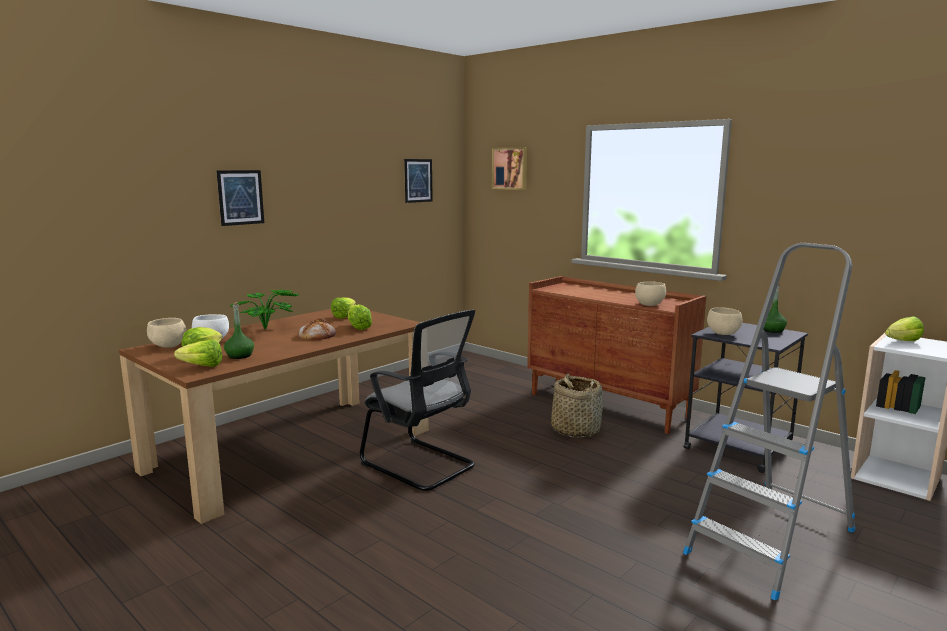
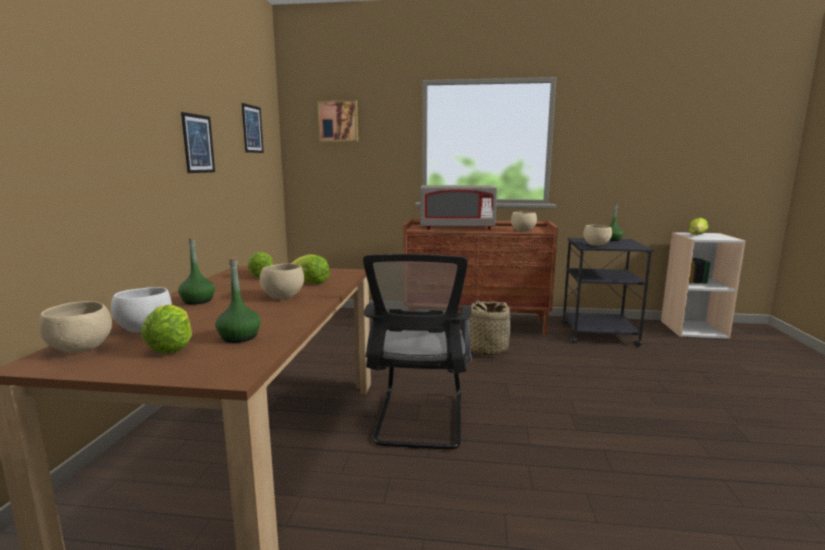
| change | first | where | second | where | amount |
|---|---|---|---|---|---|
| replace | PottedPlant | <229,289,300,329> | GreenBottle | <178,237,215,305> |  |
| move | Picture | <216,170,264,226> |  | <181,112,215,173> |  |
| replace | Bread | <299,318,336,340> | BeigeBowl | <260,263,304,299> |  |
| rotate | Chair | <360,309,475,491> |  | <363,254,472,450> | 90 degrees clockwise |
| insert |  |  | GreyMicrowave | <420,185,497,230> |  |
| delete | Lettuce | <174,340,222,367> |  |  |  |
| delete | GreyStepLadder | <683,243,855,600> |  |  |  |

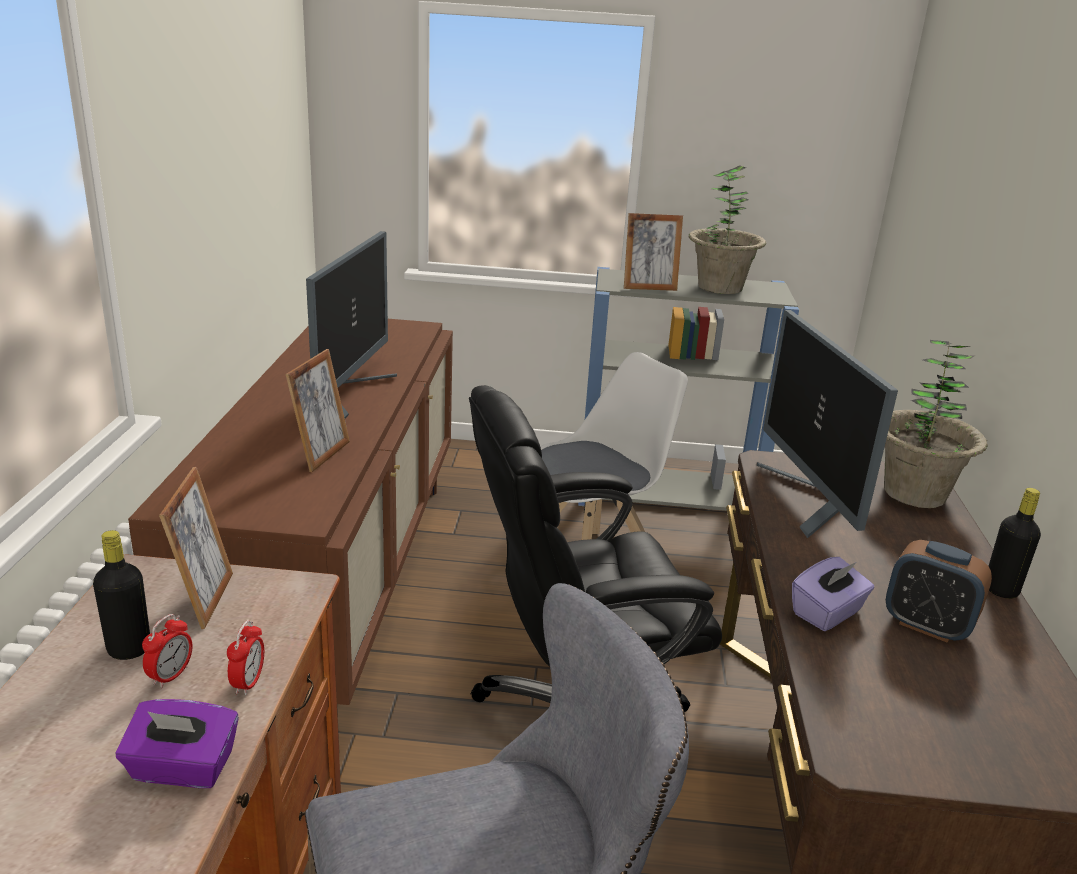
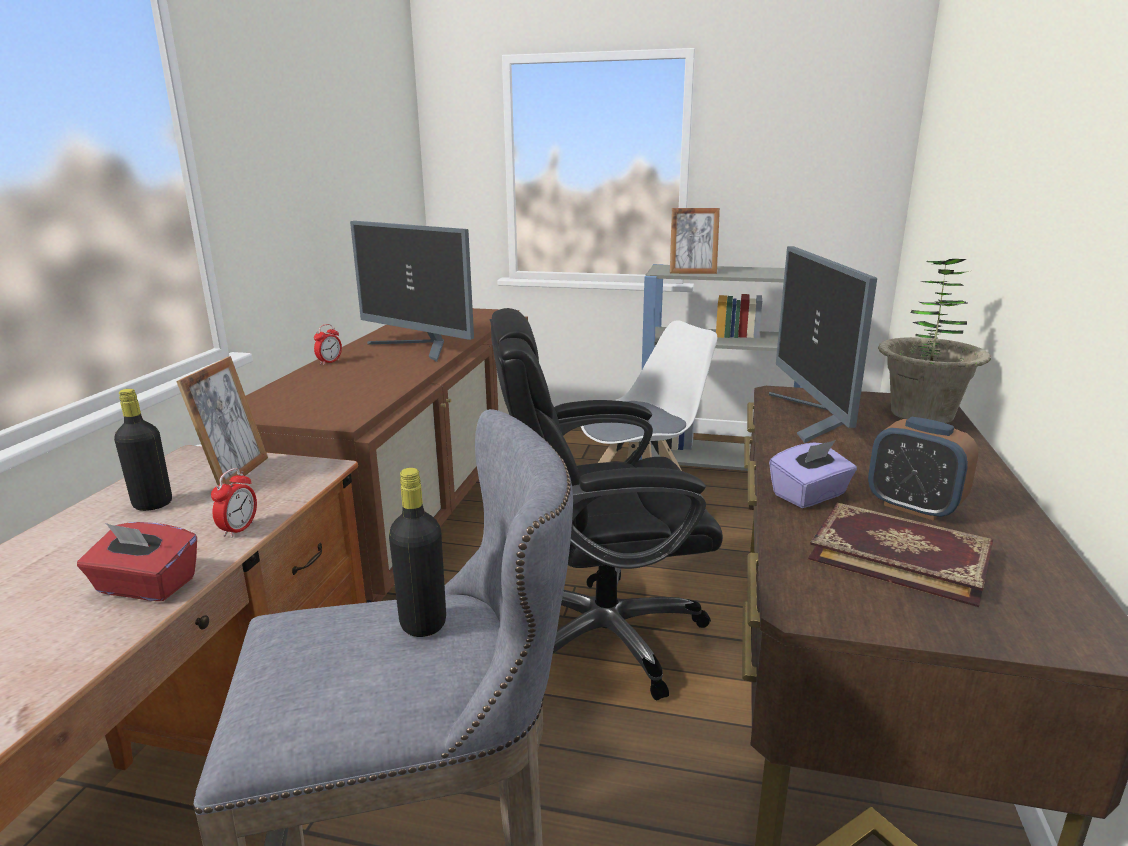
| change | first | where | second | where | amount |
|---|---|---|---|---|---|
| recolor | PurpleTissueBox | <116,699,239,788> | RedTissueBox | <77,522,197,601> |  |
| move | AlarmClock | <142,614,192,688> |  | <314,324,342,365> |  |
| rotate | Monitor | <306,231,397,419> |  | <350,221,474,362> | 105 degrees clockwise |
| move | BlackBottle | <989,488,1041,599> |  | <389,468,446,637> |  |
| insert |  |  | Book | <808,502,993,607> |  |
| delete | PictureFrame | <285,349,350,472> |  |  |  |
| delete | PottedPlant | <689,165,766,294> |  |  |  |

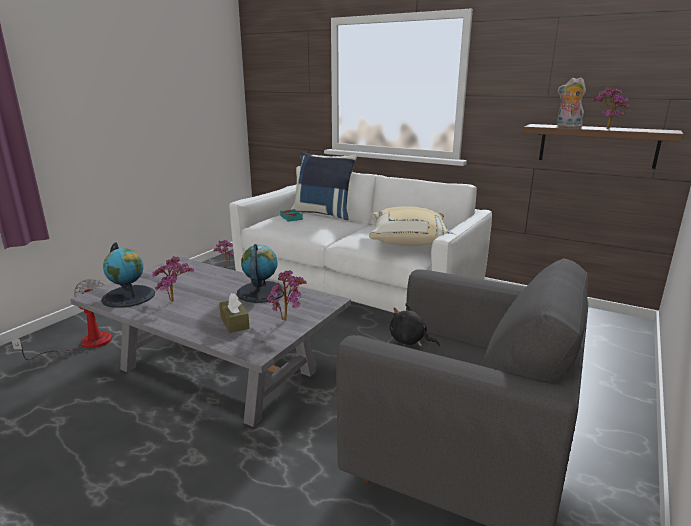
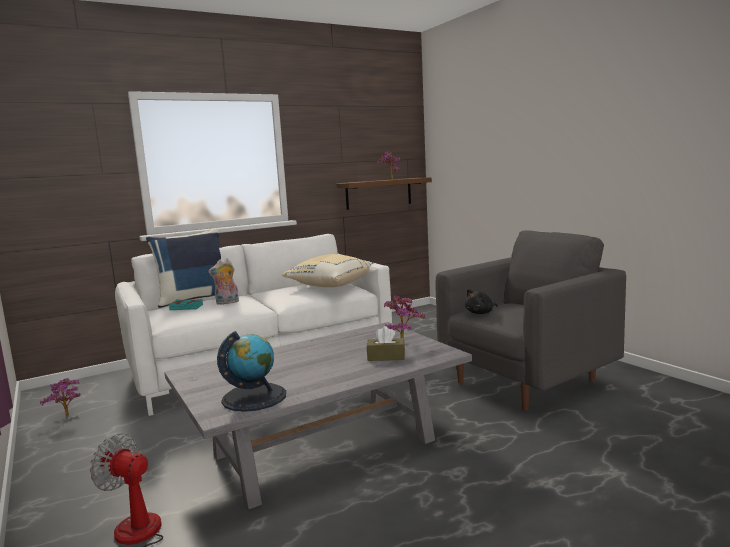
| change | first | where | second | where | amount |
|---|---|---|---|---|---|
| move | PlushToy | <557,77,586,127> |  | <208,258,239,305> |  |
| delete | PottedPlant | <152,256,194,302> |  |  |  |
| delete | Globe | <236,244,284,303> |  |  |  |

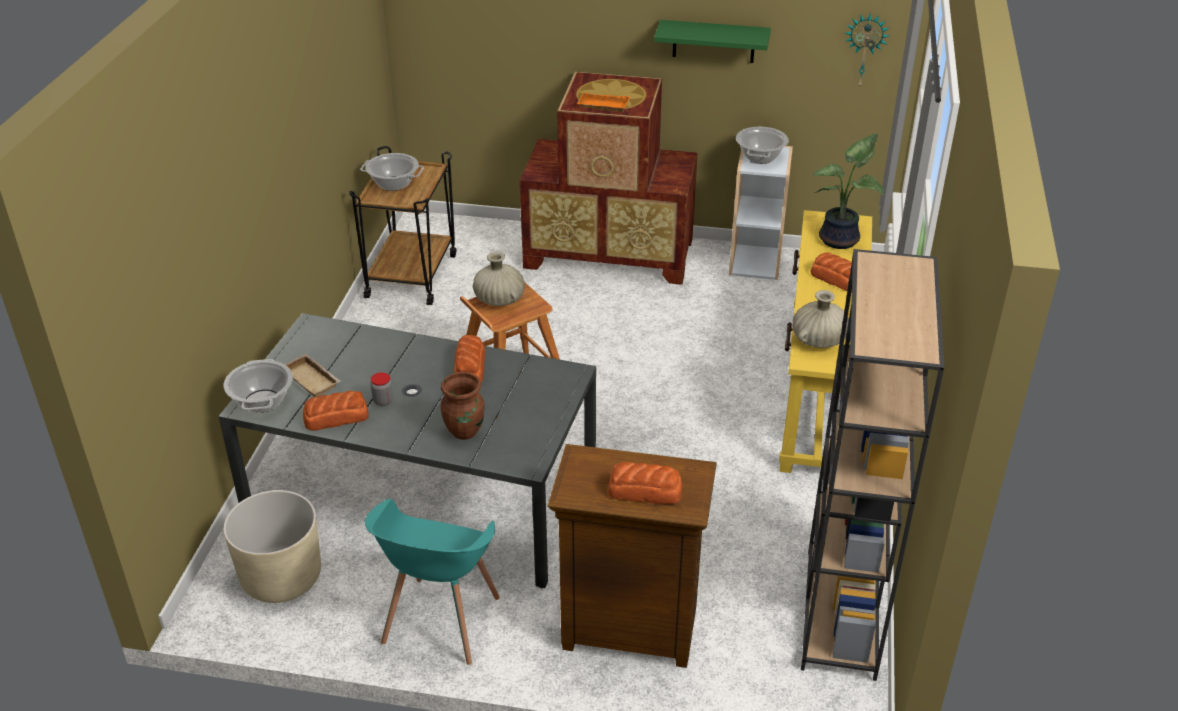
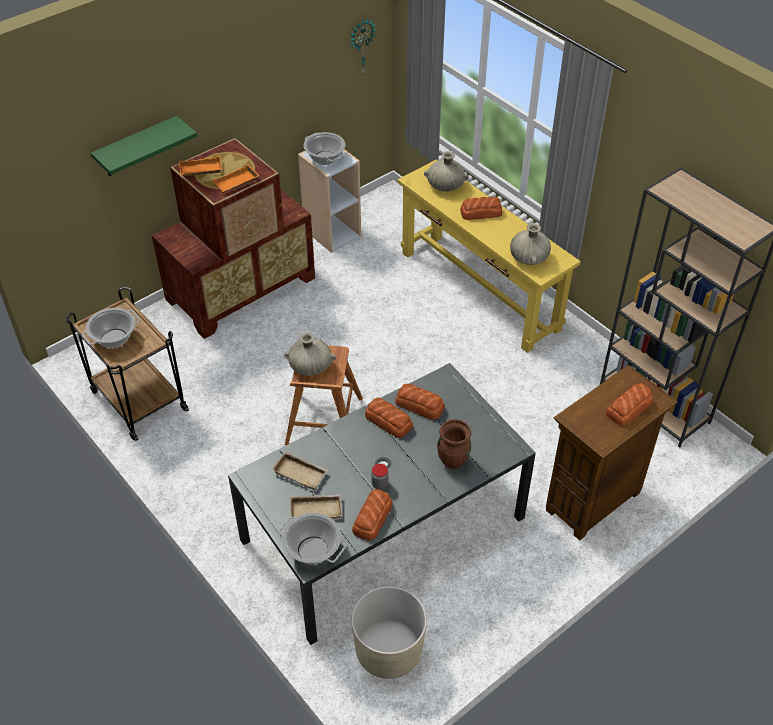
| change | first | where | second | where | amount |
|---|---|---|---|---|---|
| move | GreenShelf | <654,20,771,63> |  | <91,116,197,176> |  |
| insert |  |  | OrangeTray | <179,156,222,176> |  |
| insert |  |  | BeigeTray | <272,452,328,490> |  |
| insert |  |  | Bread | <395,384,445,420> |  |
| replace | PottedPlant | <813,134,884,249> | BeigeVase | <424,151,469,192> |  |
| delete | TurquoiseChair | <365,499,500,665> |  |  |  |

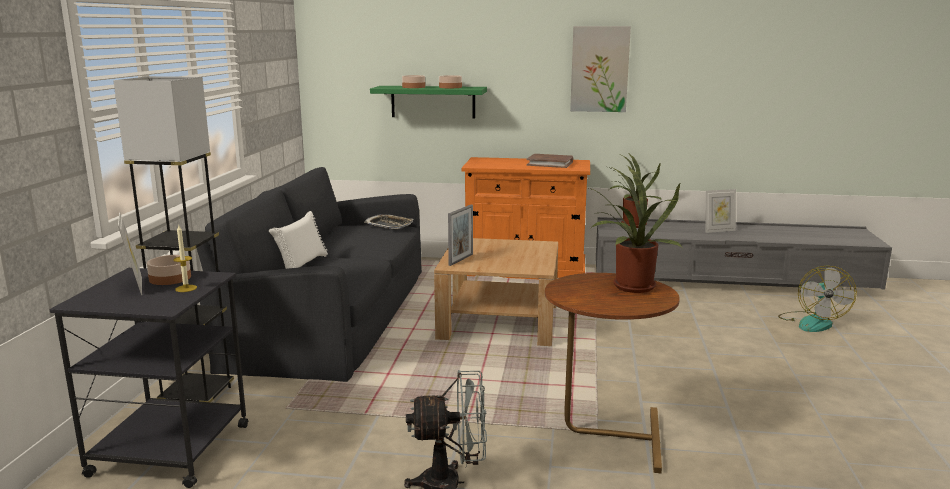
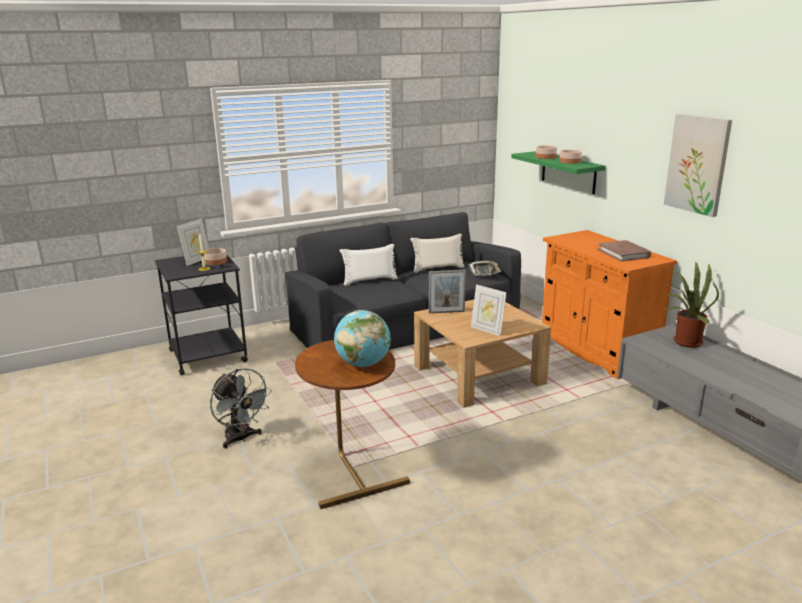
| change | first | where | second | where | amount |
|---|---|---|---|---|---|
| replace | PottedPlant | <589,166,682,293> | Globe | <334,310,391,367> |  |
| insert |  |  | WhitePillow | <410,234,464,273> |  |
| move | PictureFrame | <706,189,736,233> |  | <471,284,507,336> |  |
| delete | GreyFloorLamp | <113,76,234,402> |  |  |  |
| delete | Fan | <778,266,857,332> |  |  |  |

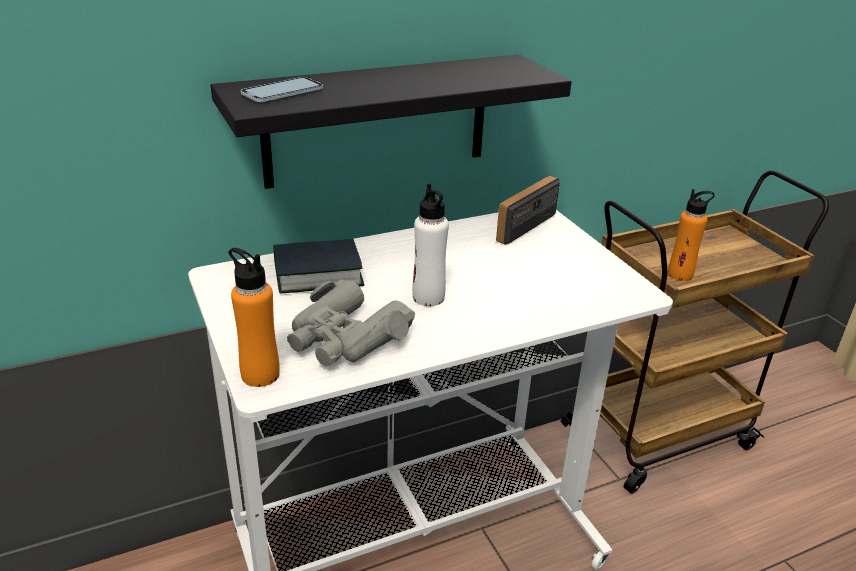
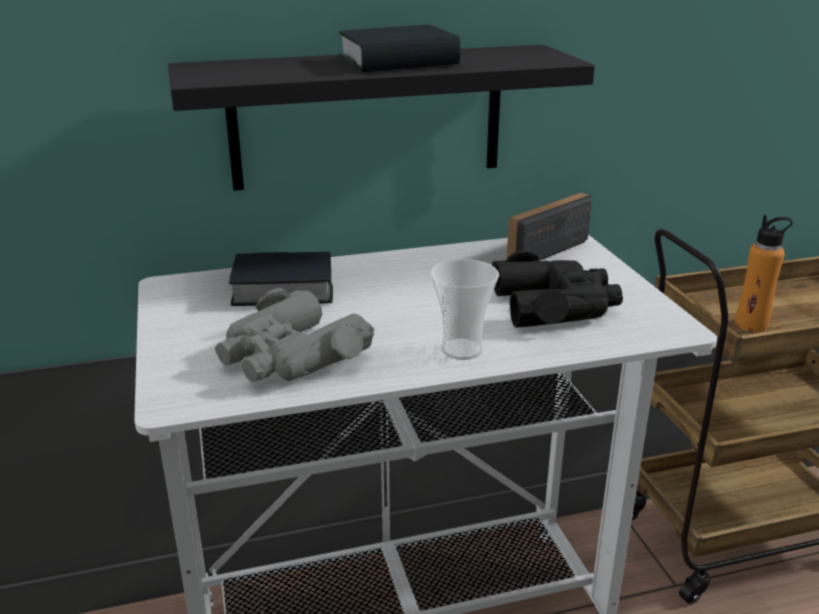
| change | first | where | second | where | amount |
|---|---|---|---|---|---|
| insert |  |  | Book | <338,25,461,72> |  |
| insert |  |  | Cup | <430,259,499,360> |  |
| insert |  |  | BlackBinoculars | <492,250,623,328> |  |
| delete | OrangeBottle | <228,248,280,387> |  |  |  |
| delete | Phone | <241,77,323,102> |  |  |  |
| delete | WhiteBottle | <412,184,449,306> |  |  |  |

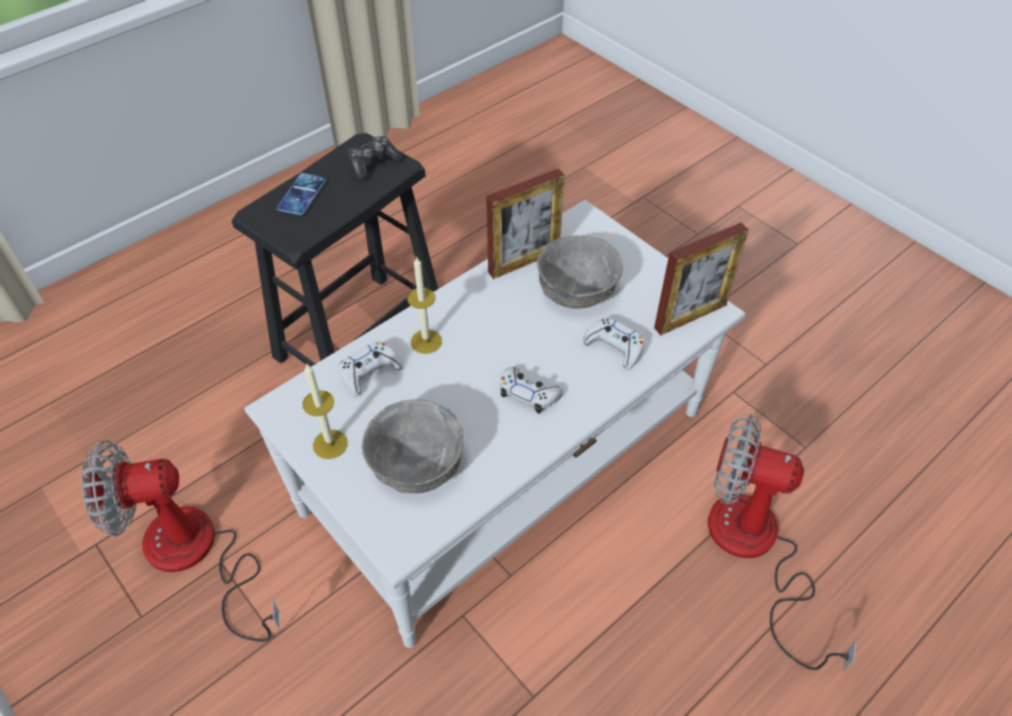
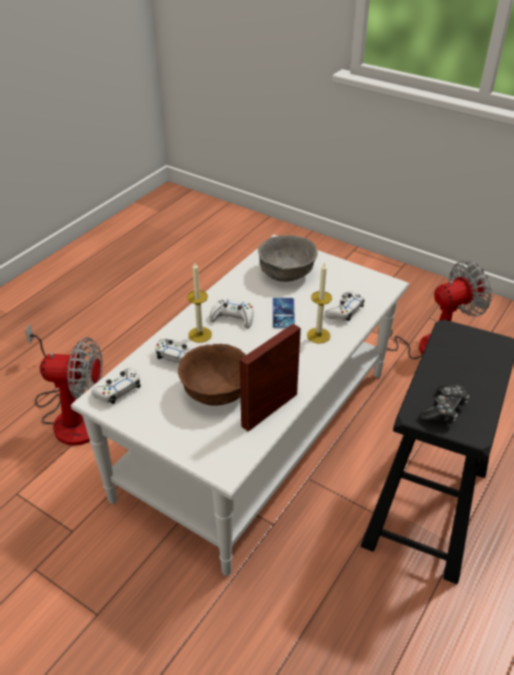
| change | first | where | second | where | amount |
|---|---|---|---|---|---|
| replace | PictureFrame | <654,223,749,335> | WhiteGameController | <91,368,141,404> |  |
| recolor | GreyBowl | <537,235,623,309> | BrownBowl | <178,344,246,406> |  |
| move | Candle | <303,364,348,459> |  | <187,263,212,343> |  |
| move | Phone | <277,173,326,215> |  | <272,298,295,328> |  |

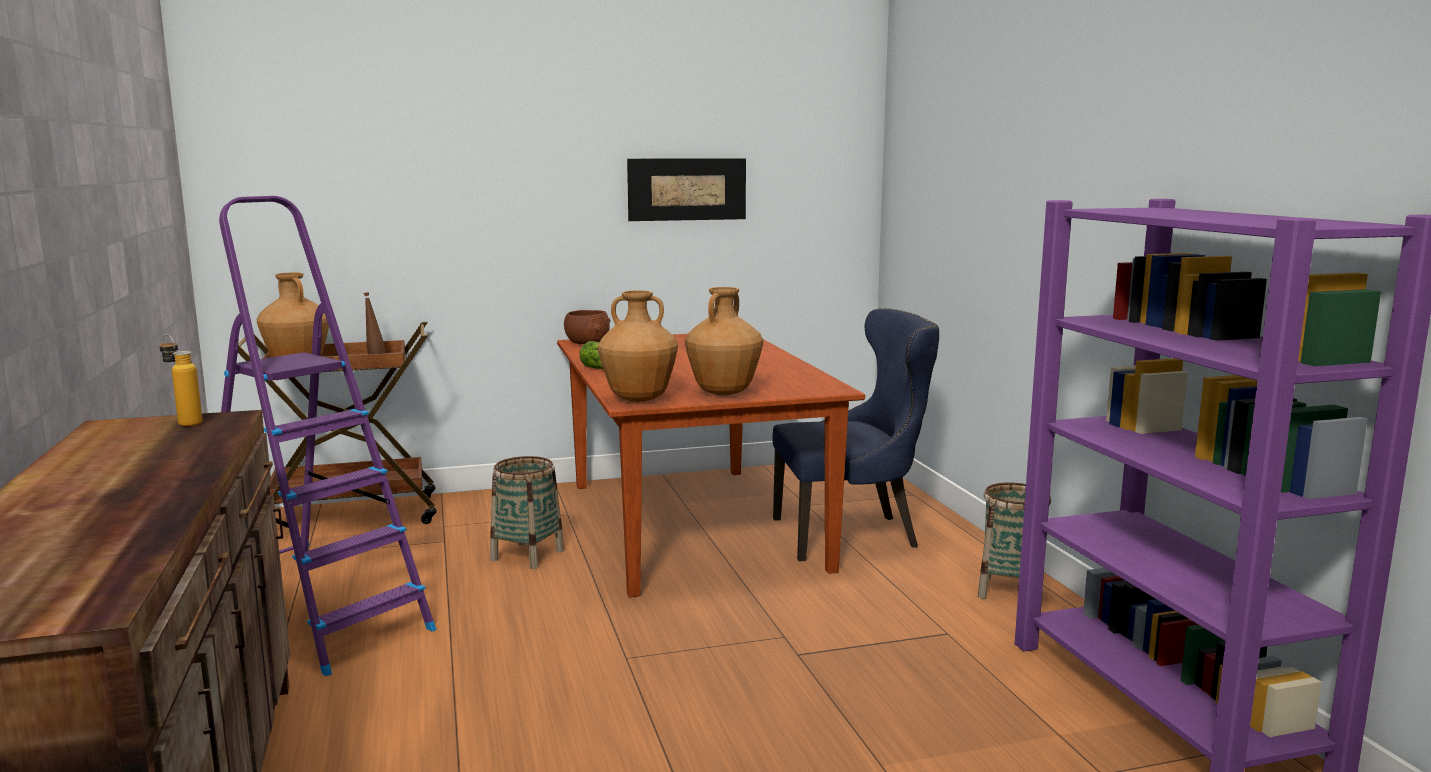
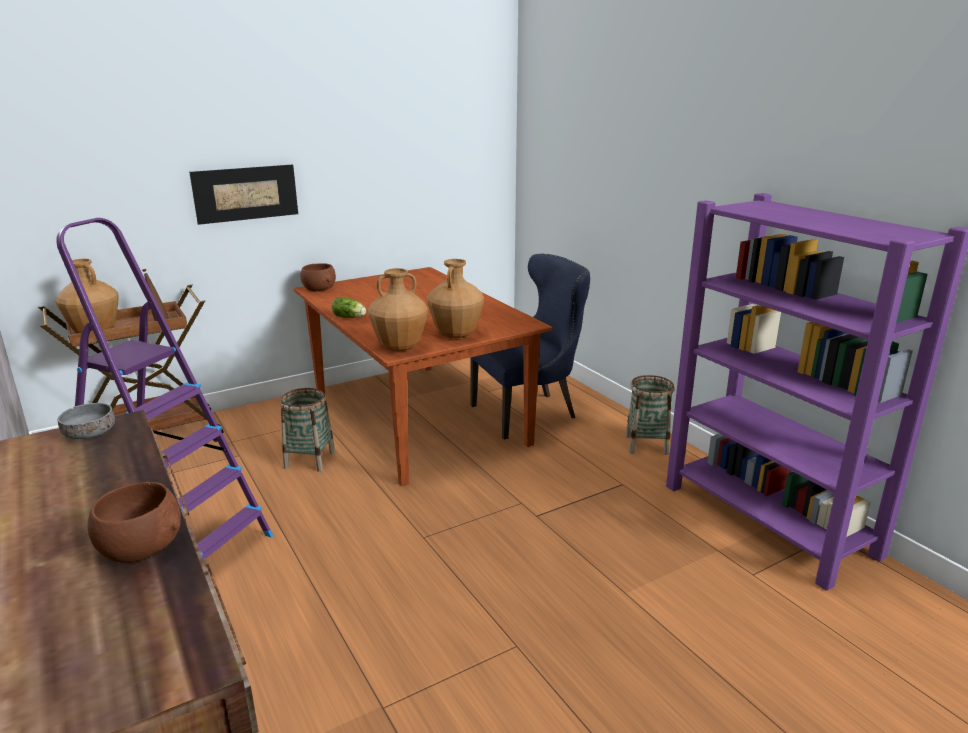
| change | first | where | second | where | amount |
|---|---|---|---|---|---|
| replace | Bottle | <159,334,203,426> | GreyBowl | <57,403,115,439> |  |
| insert |  |  | BrownBowl | <87,482,181,563> |  |
| move | Picture | <627,158,746,221> |  | <189,165,298,225> |  |

